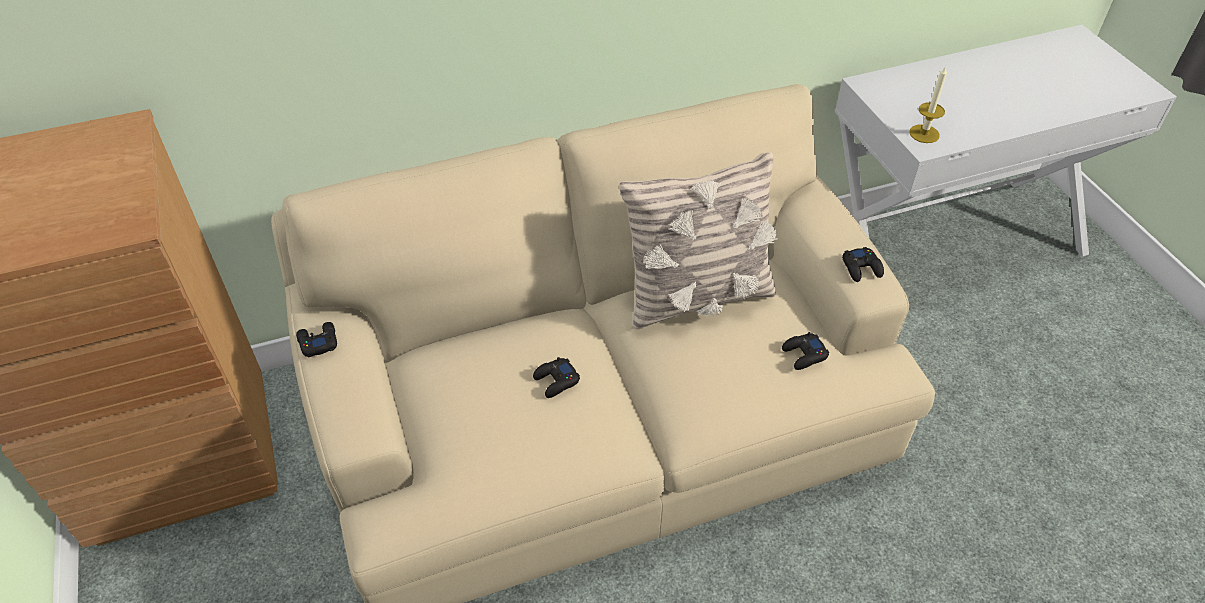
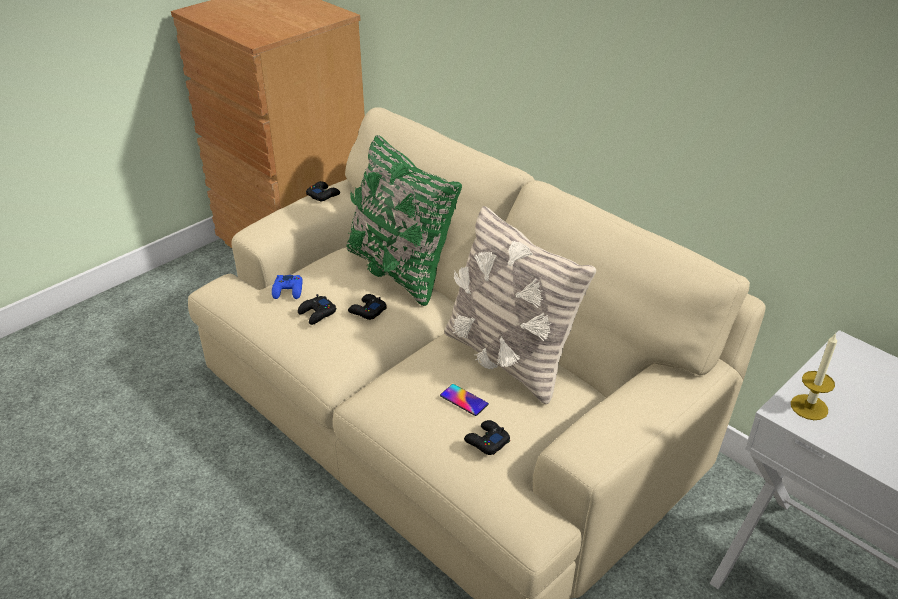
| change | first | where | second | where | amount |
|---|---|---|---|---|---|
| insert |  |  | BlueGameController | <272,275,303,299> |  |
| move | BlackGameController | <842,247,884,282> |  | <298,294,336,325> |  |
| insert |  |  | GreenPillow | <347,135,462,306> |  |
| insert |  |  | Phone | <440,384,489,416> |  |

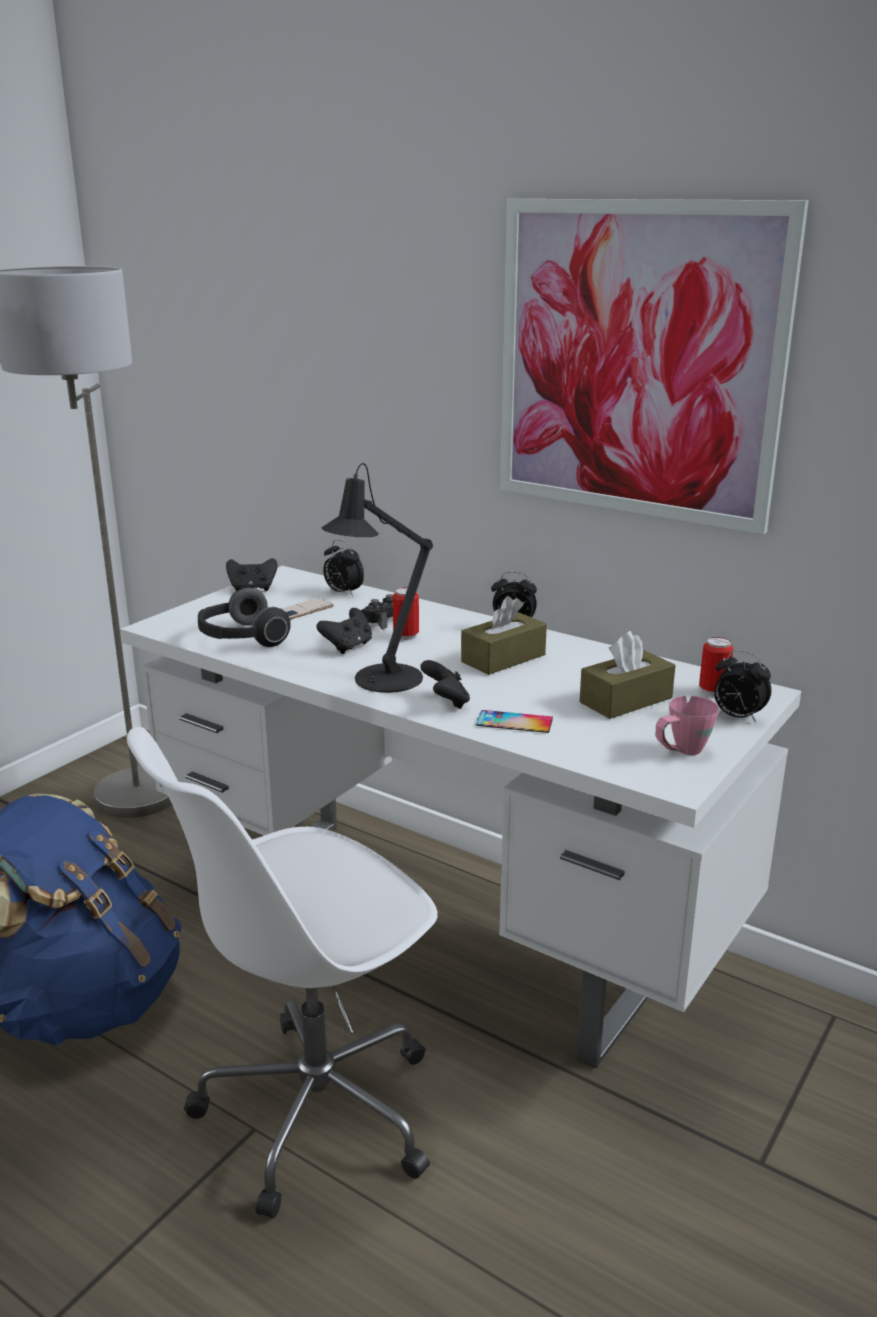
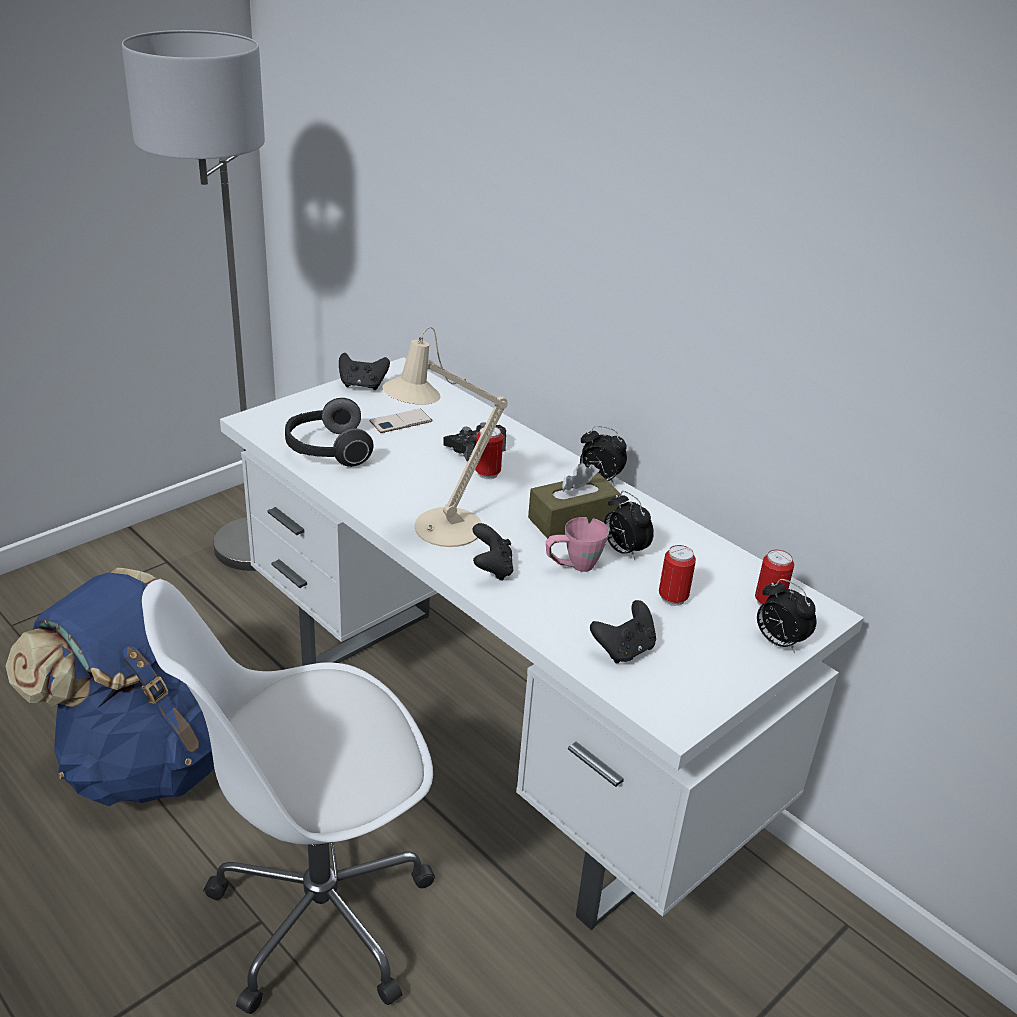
| change | first | where | second | where | amount |
|---|---|---|---|---|---|
| recolor | BlackTableLamp | <322,463,433,693> | BeigeTableLamp | <382,327,508,547> |  |
| move | PinkMug | <656,696,719,755> |  | <546,517,609,572> |  |
| move | BlackGameController | <316,608,372,654> |  | <590,600,656,664> |  |
| move | AlarmClock | <323,540,364,596> |  | <604,491,654,560> |  |
| replace | BrownTissueBox | <580,631,675,719> | Can | <659,545,696,606> |  |
| delete | Phone | <476,710,553,733> |  |  |  |
| delete | Picture | <500,199,809,534> |  |  |  |

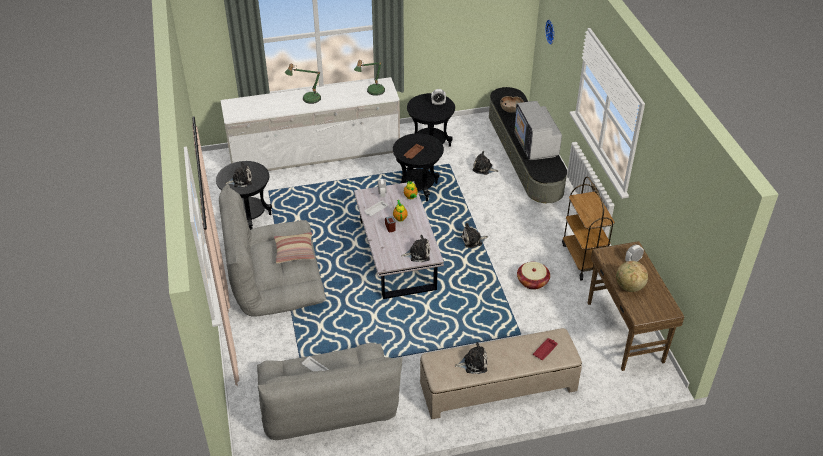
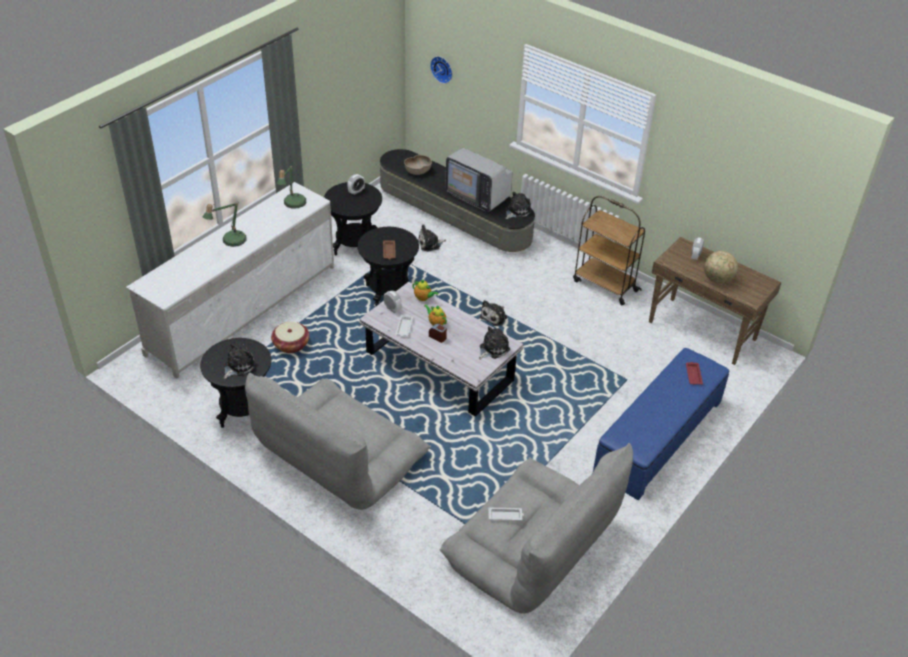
| change | first | where | second | where | amount |
|---|---|---|---|---|---|
| move | Basket | <517,262,550,290> |  | <271,322,310,353> |  |
| move | PlushToy | <455,342,487,374> |  | <506,192,532,219> |  |
| recolor | BeigeBench | <420,328,582,419> | BlueBench | <593,348,729,500> |  |
| delete | Pillow | <274,232,315,264> |  |  |  |

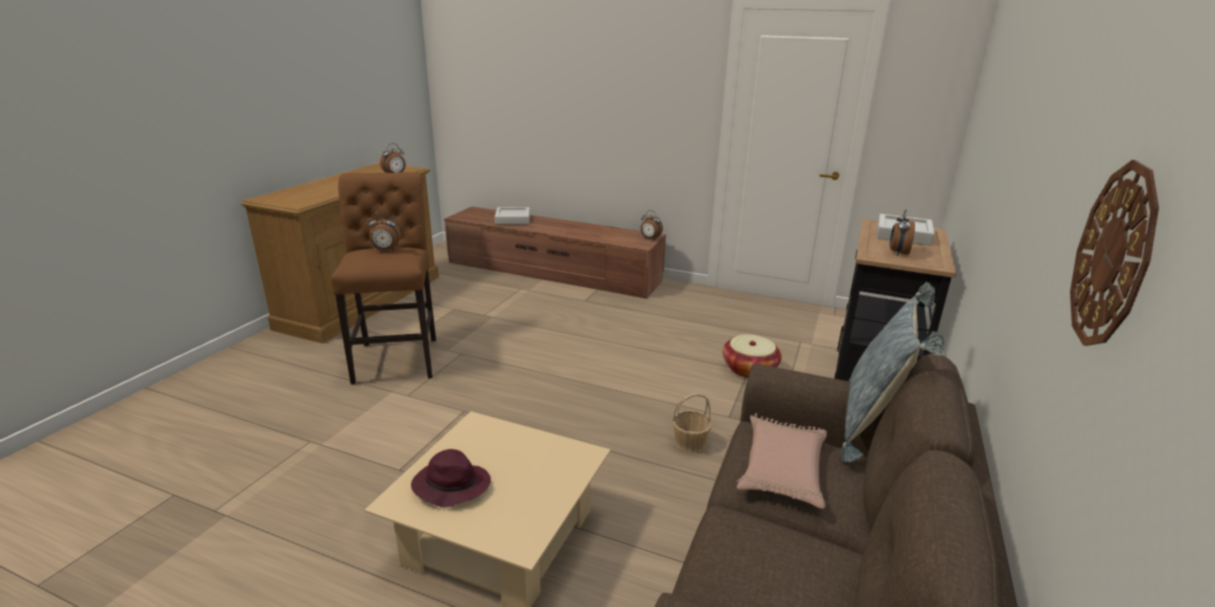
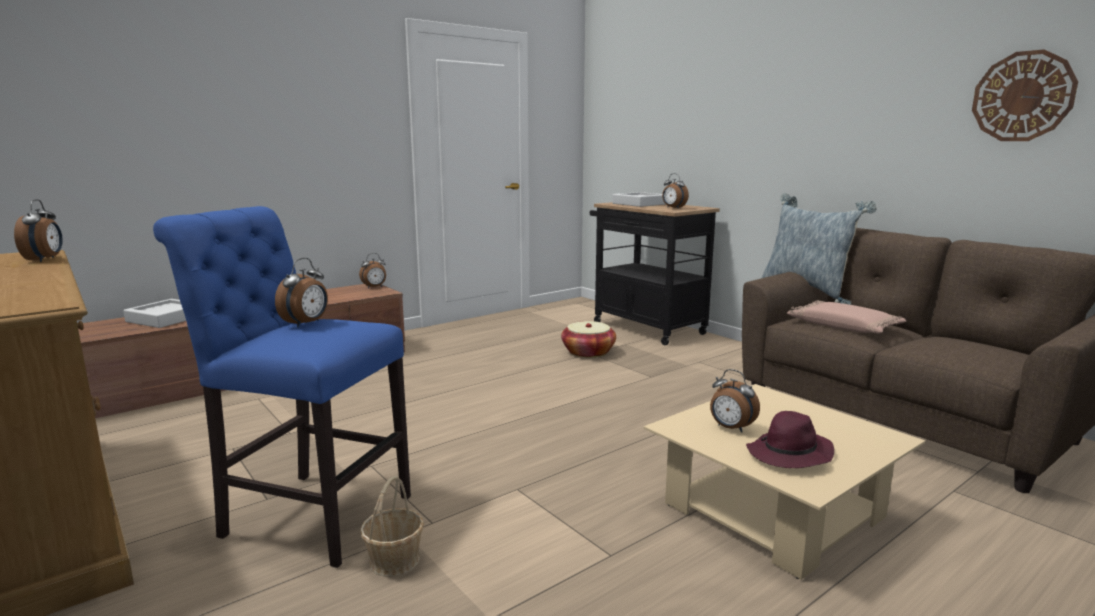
| change | first | where | second | where | amount |
|---|---|---|---|---|---|
| recolor | BrownStool | <331,172,436,384> | BlueStool | <153,206,411,568> |  |
| move | Basket | <672,393,712,453> |  | <360,476,424,577> |  |
| insert |  |  | AlarmClock | <710,369,760,433> |  |

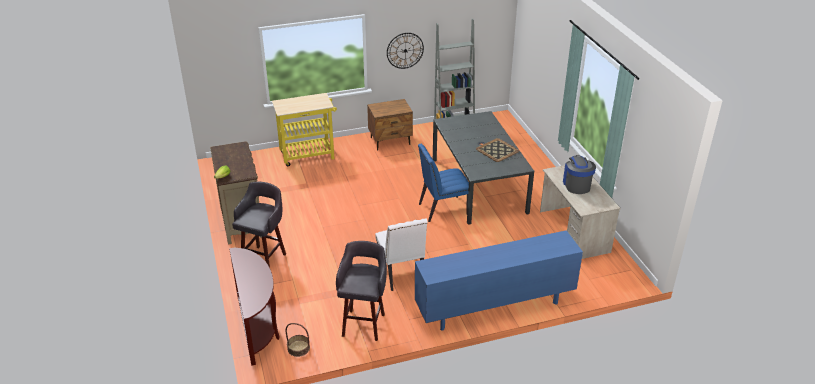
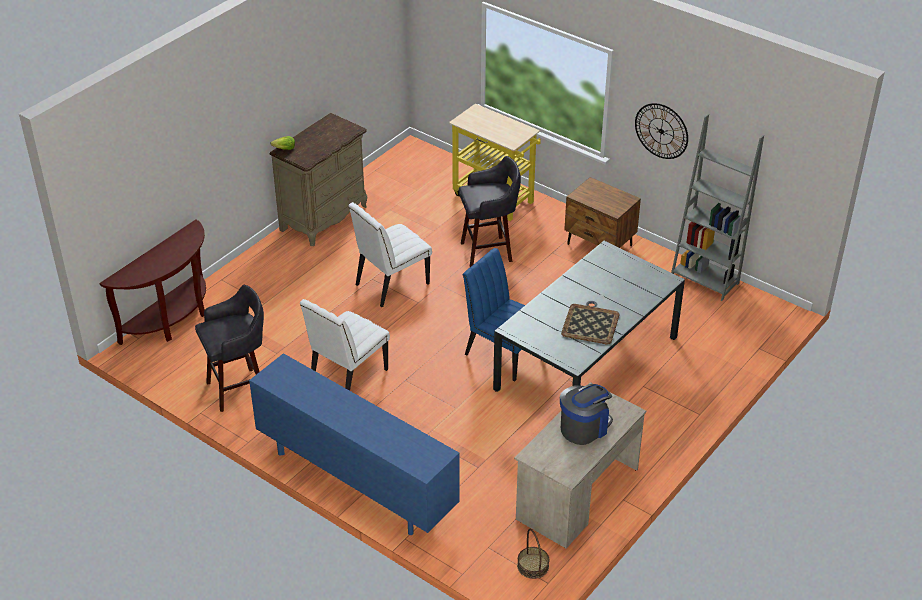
| change | first | where | second | where | amount |
|---|---|---|---|---|---|
| insert |  |  | WhiteChair | <348,202,432,307> |  |
| move | GreyStool | <232,182,286,268> |  | <459,156,521,267> |  |
| move | Basket | <286,323,310,357> |  | <517,529,549,579> |  |

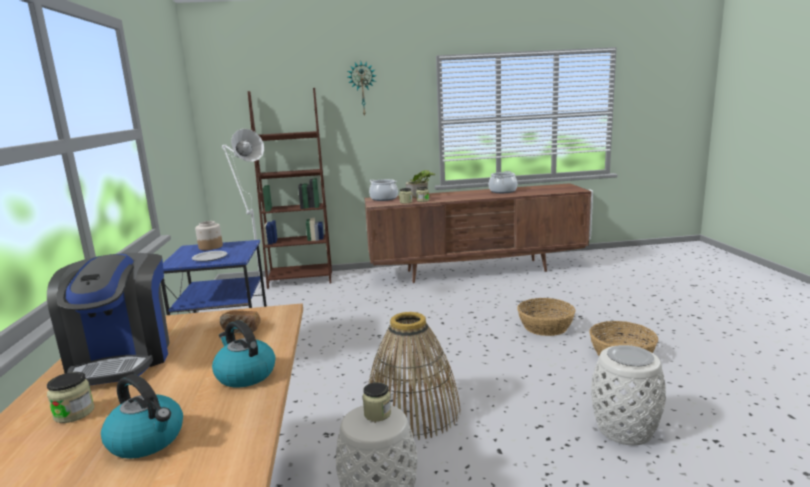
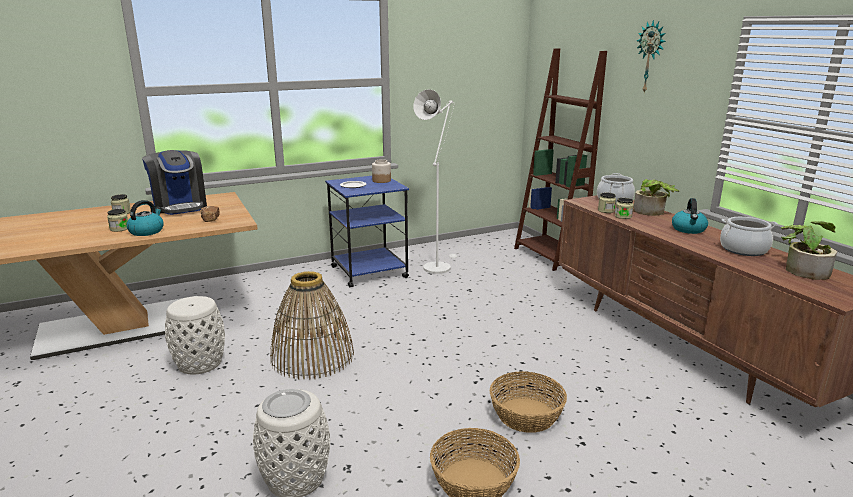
| change | first | where | second | where | amount |
|---|---|---|---|---|---|
| move | Jar | <363,382,391,422> |  | <107,209,128,232> |  |
| rotate | CoffeeMachine | <47,253,169,386> |  | <142,150,207,215> | 90 degrees counterclockwise |
| move | Kettle | <101,374,183,459> |  | <672,198,708,234> |  |
| insert |  |  | PottedPlant | <781,221,837,280> |  |

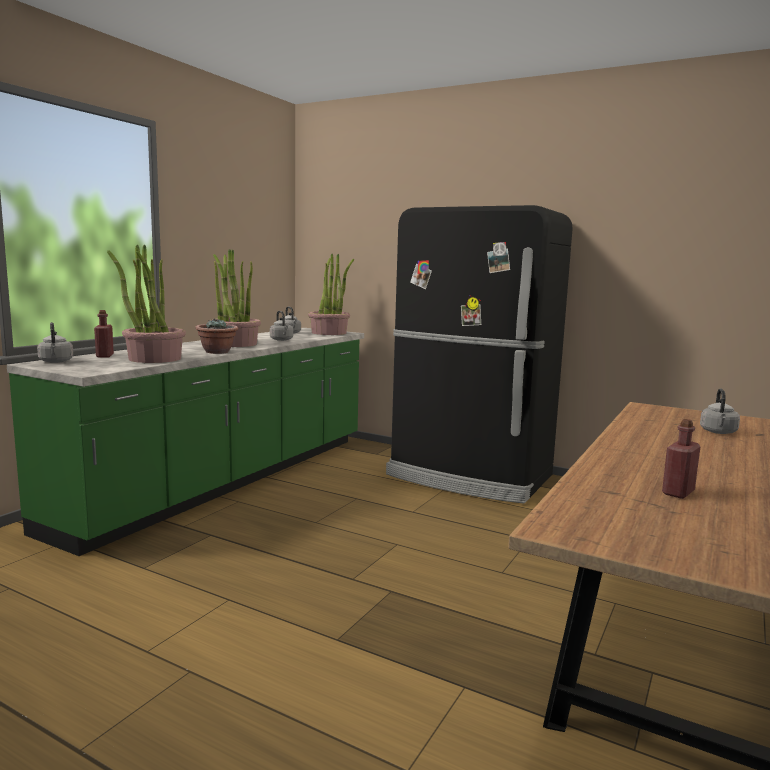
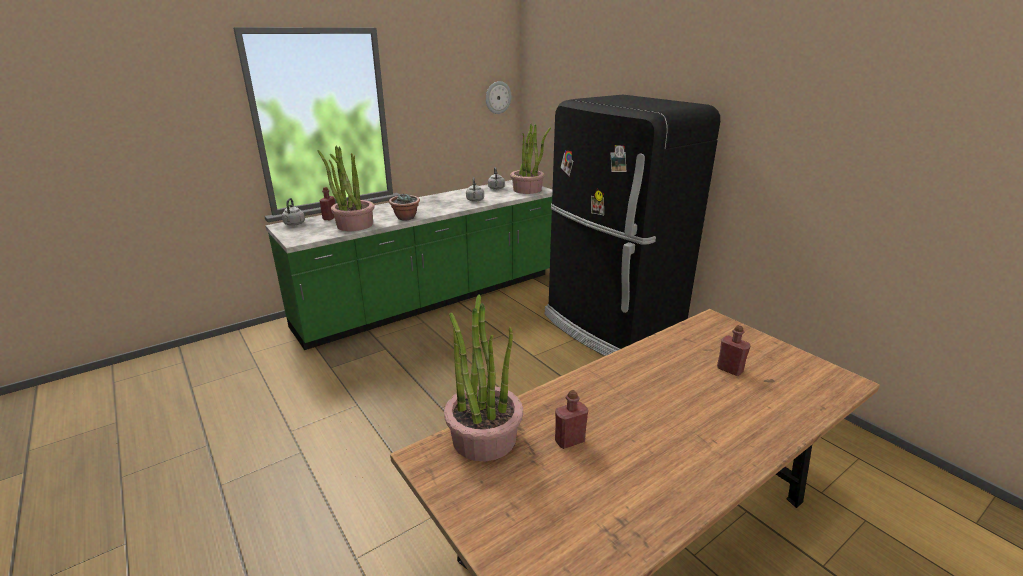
| change | first | where | second | where | amount |
|---|---|---|---|---|---|
| move | PottedPlant | <210,249,261,347> |  | <444,294,523,461> |  |
| insert |  |  | WallClock | <486,81,511,114> |  |
| replace | GreyKettle | <700,389,740,434> | RedBottle | <717,325,750,376> |  |

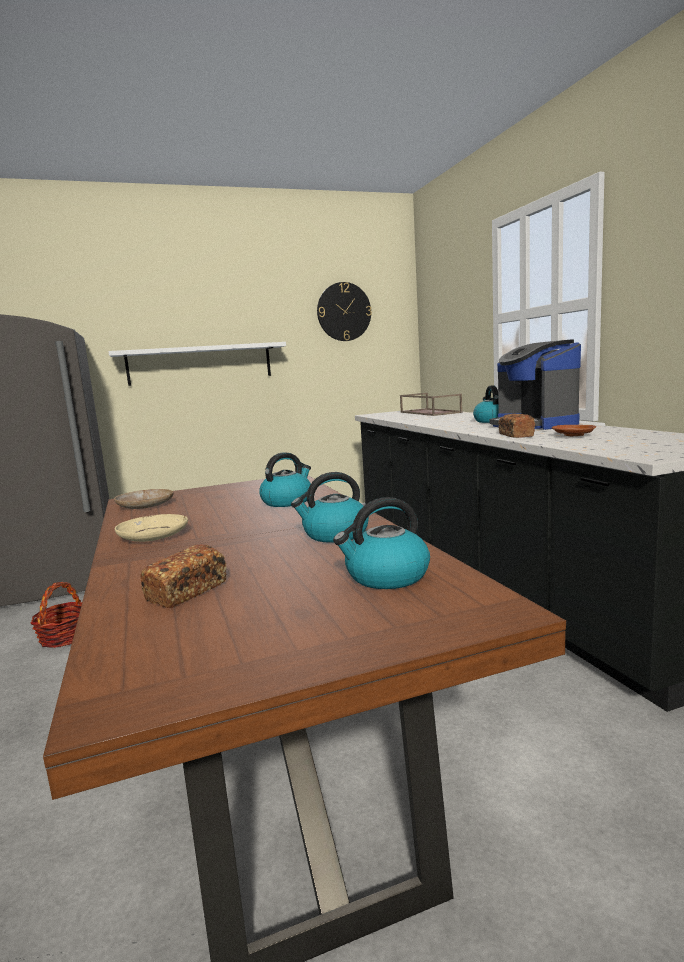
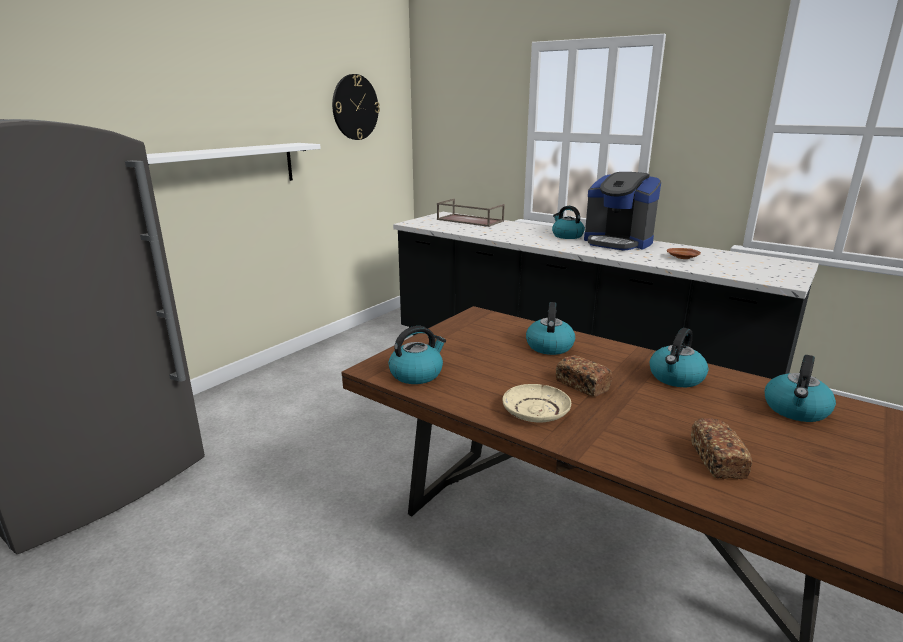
| change | first | where | second | where | amount |
|---|---|---|---|---|---|
| replace | BeigePlate | <114,489,173,509> | Kettle | <388,326,446,384> |  |
| move | Bread | <498,414,535,438> |  | <556,355,612,397> |  |
| delete | Basket | <30,582,82,648> |  |  |  |

